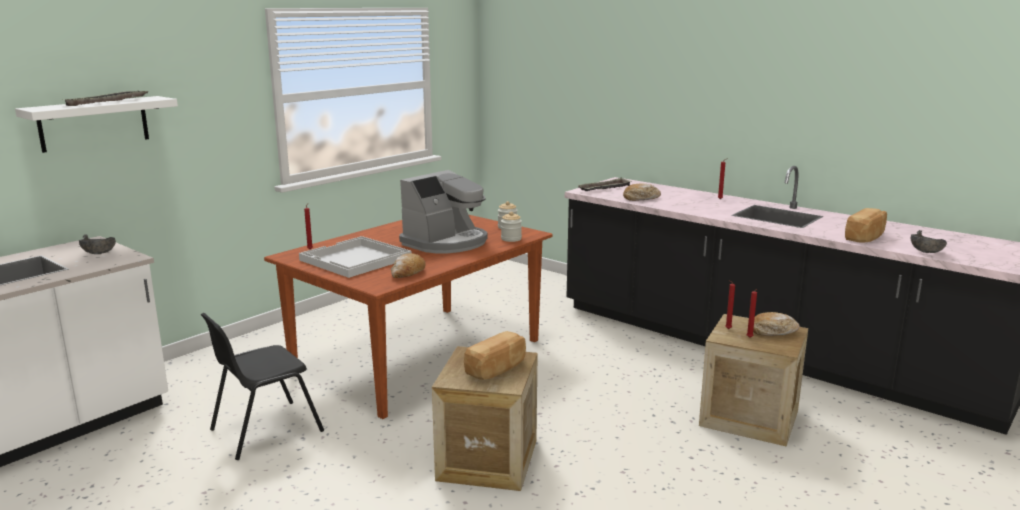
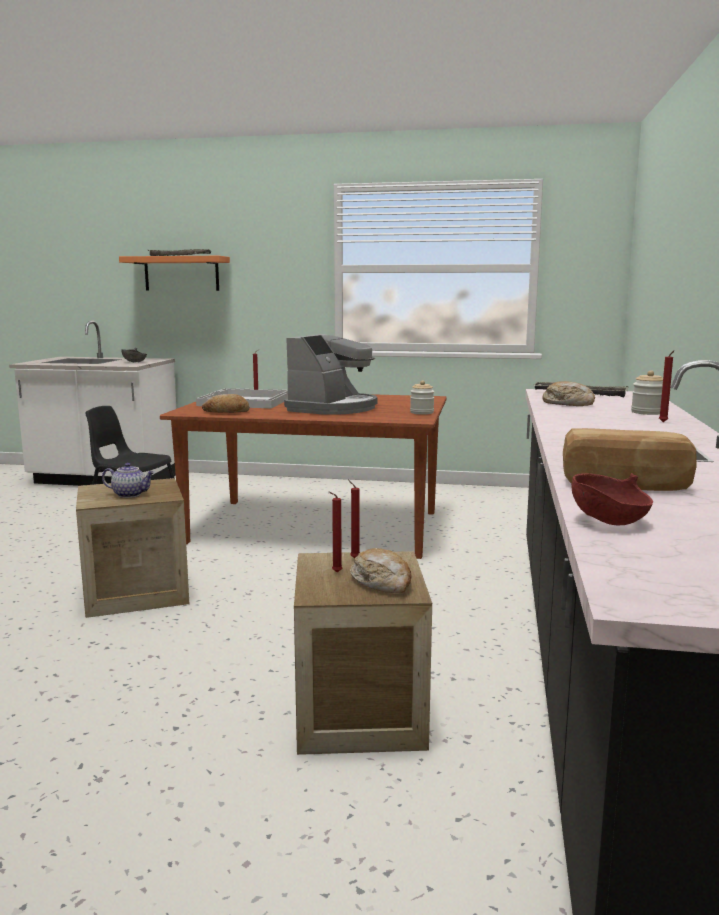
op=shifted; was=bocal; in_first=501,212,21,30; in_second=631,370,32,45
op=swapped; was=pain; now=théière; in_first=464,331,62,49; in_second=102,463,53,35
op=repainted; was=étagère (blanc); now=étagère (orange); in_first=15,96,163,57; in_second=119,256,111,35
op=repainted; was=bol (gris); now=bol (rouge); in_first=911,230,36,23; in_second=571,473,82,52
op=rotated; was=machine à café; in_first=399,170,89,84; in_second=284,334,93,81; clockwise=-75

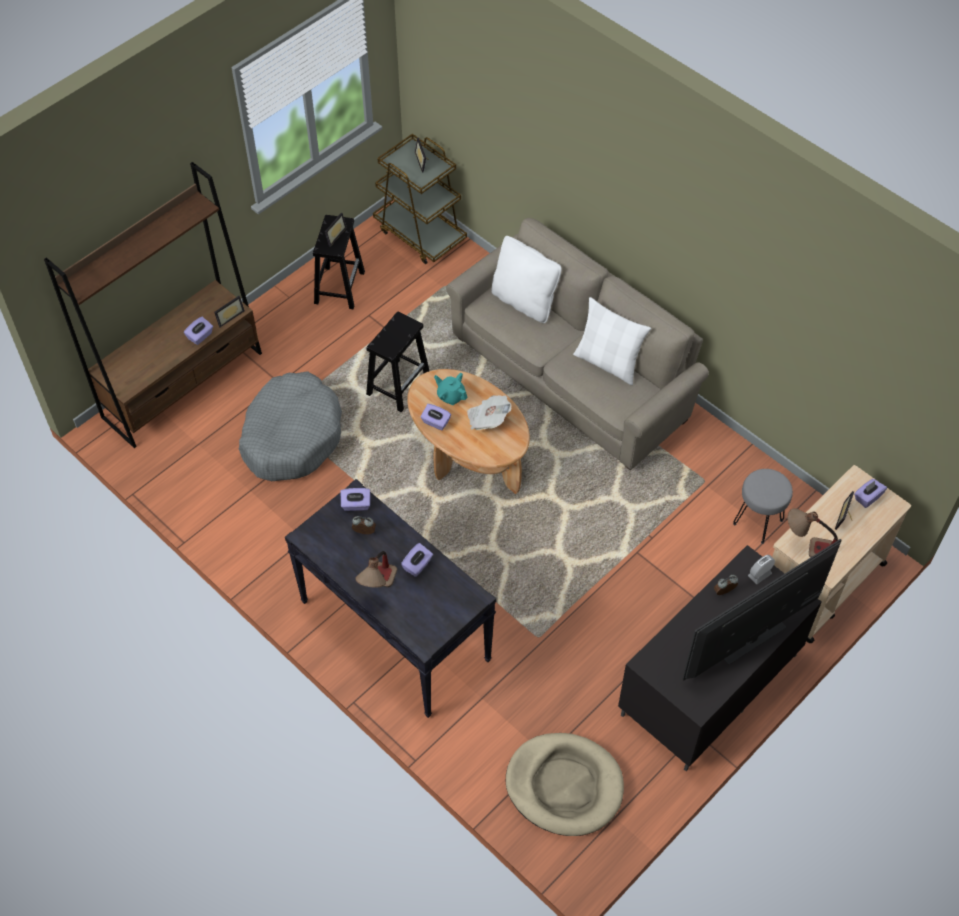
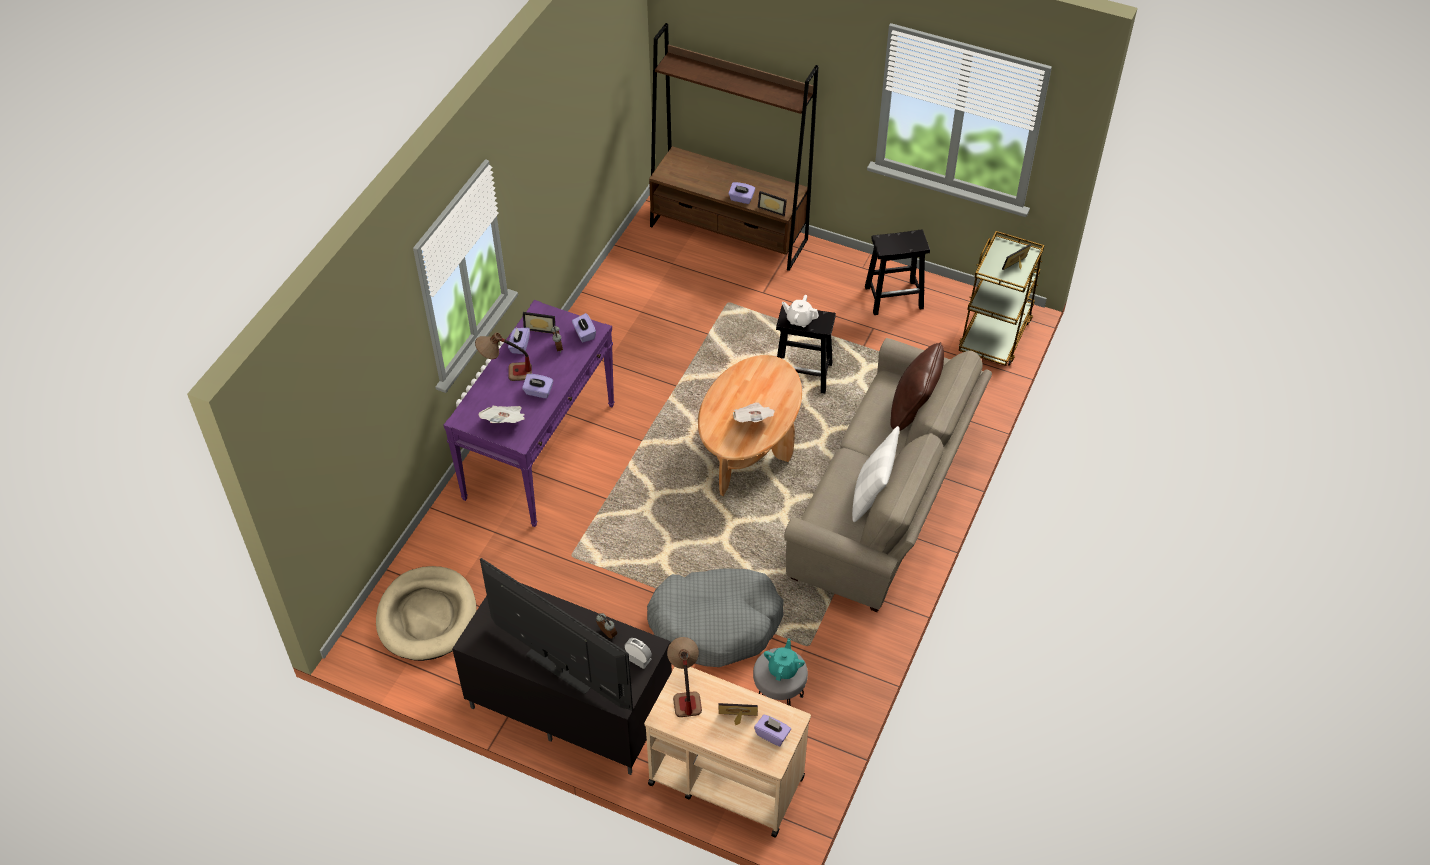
op=new; now=journal; in_second=479,406,46,17
op=new; now=théière (blanc); in_second=782,295,37,32
op=shifted; was=panier pour chien (gris); in_first=239,371,103,110; in_second=647,568,137,99
op=shifted; was=cadre photo; in_first=325,213,22,34; in_second=523,312,32,22
op=shifted; was=boîte à mouchoirs (violet); in_first=420,404,31,26; in_second=508,327,22,27
op=shifted; was=théière (turquoise); in_first=434,373,34,32; in_second=764,638,41,43
op=repainted; was=table console (noir); now=table console (violet); in_first=285,479,211,239; in_second=444,300,171,227
op=repainted; was=coussin (blanc); now=coussin (marron); in_first=491,236,70,87; in_second=890,342,54,89

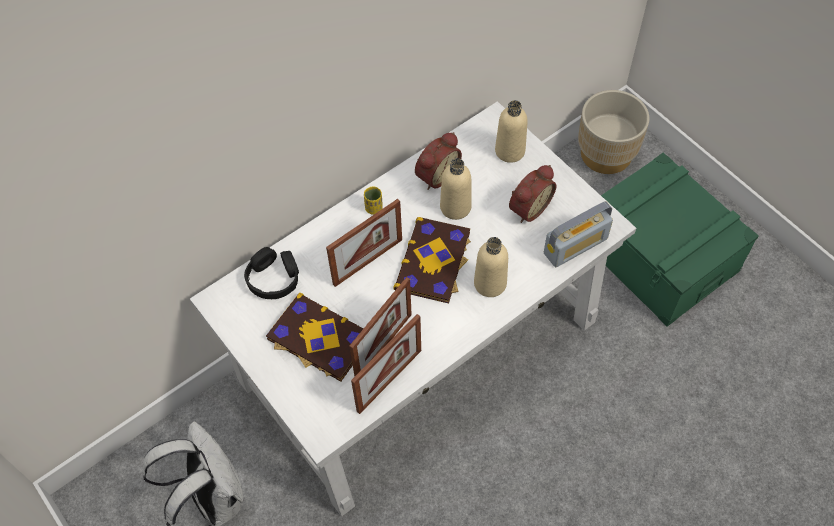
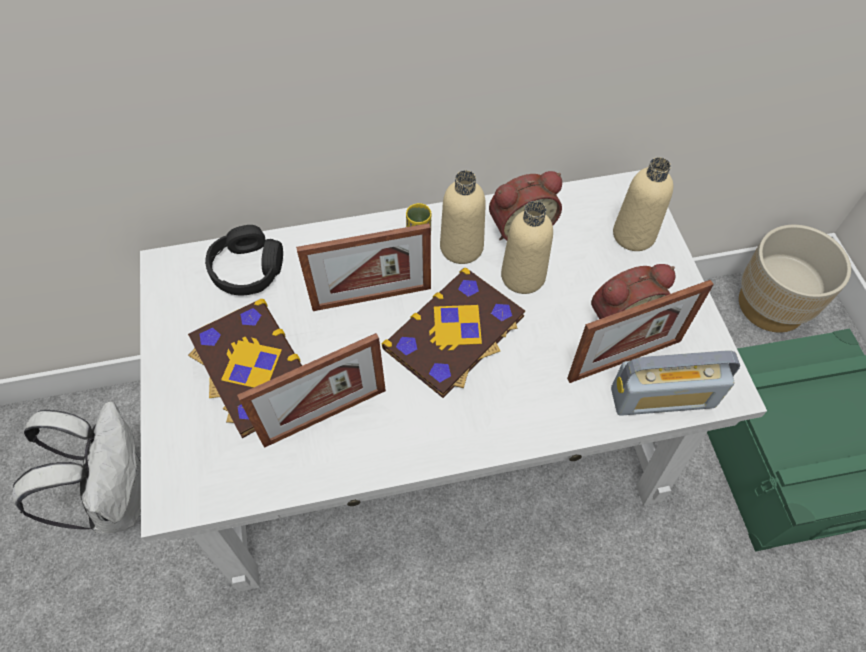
op=shifted; was=cadre photo; in_first=351,314,70,100; in_second=567,280,147,103
op=shifted; was=bouteille (beige); in_first=474,237,34,60; in_second=440,170,46,94

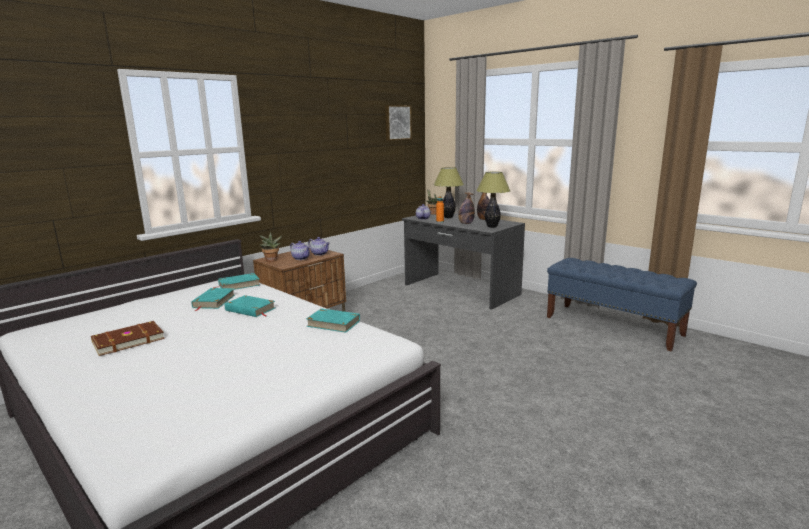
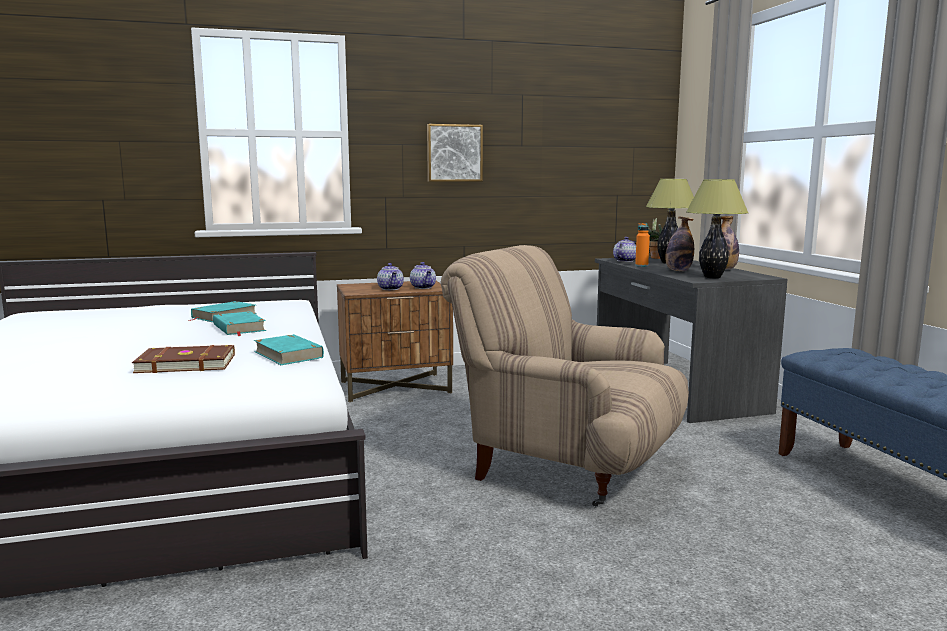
op=gone; was=livre (turquoise); in_first=213,273,47,17
op=gone; was=plante en pot; in_first=259,232,23,30
op=new; now=fauteuil (beige); in_second=440,245,249,262
op=shifted; was=livre (marron); in_first=91,321,74,35; in_second=132,345,103,28
op=shifted; was=tableau; in_first=385,105,27,36; in_second=427,124,56,58

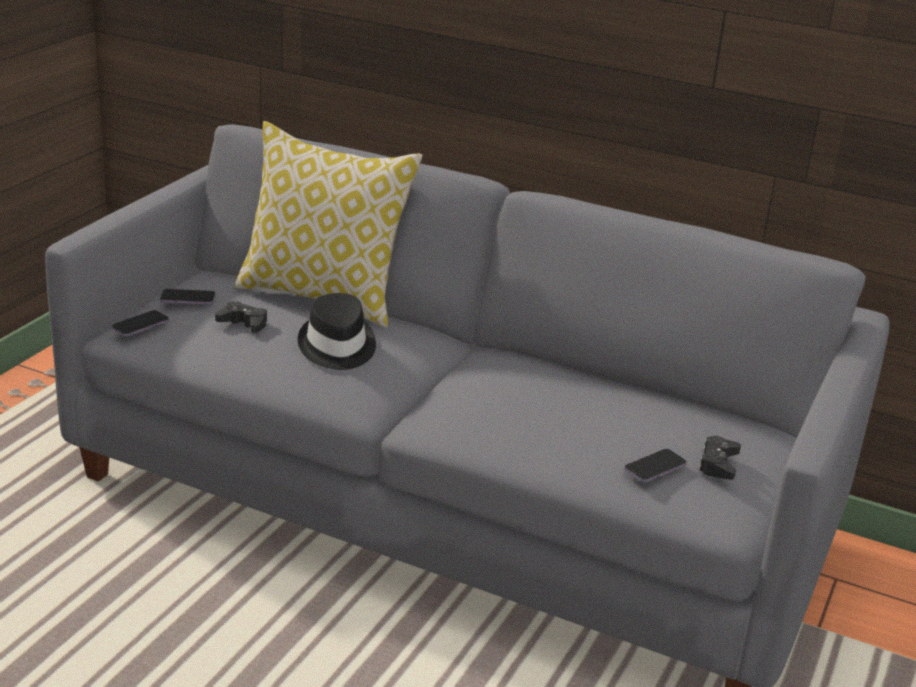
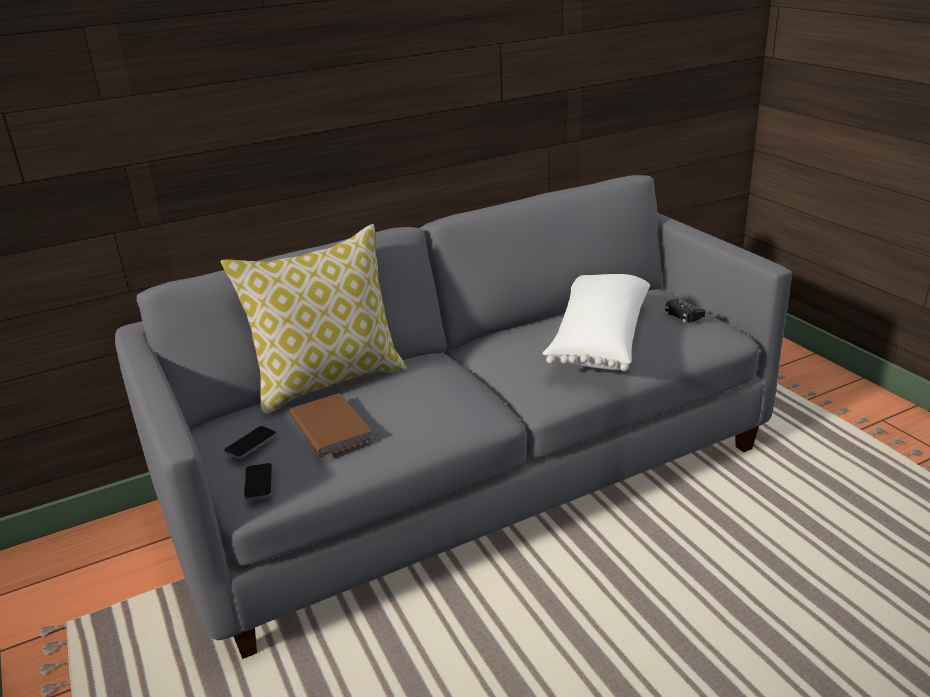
op=gone; was=chapeau (noir); in_first=298,293,78,77
op=gone; was=téléphone; in_first=624,449,63,33
op=new; now=coussin (blanc); in_second=542,274,108,97
op=swapped; was=manette (noir); now=livre (marron); in_first=215,301,52,32; in_second=290,393,83,64

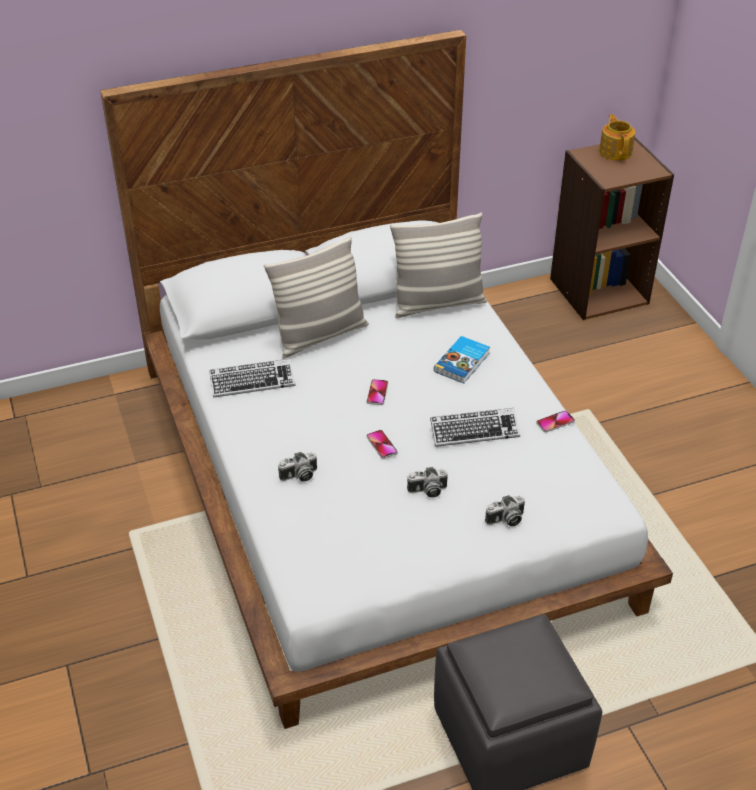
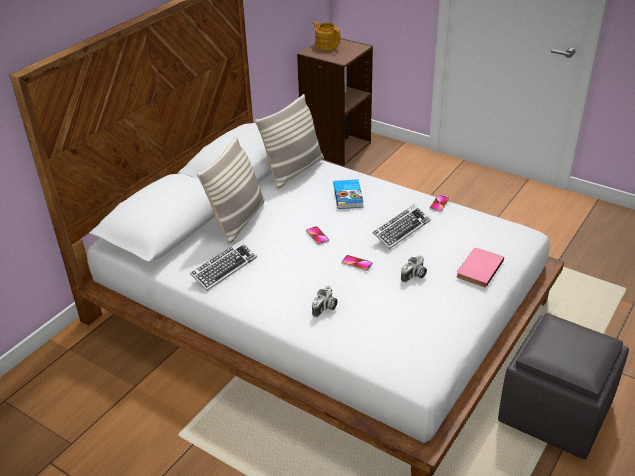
op=swapped; was=appareil photo; now=livre (rose); in_first=485,495,40,31; in_second=457,248,47,40

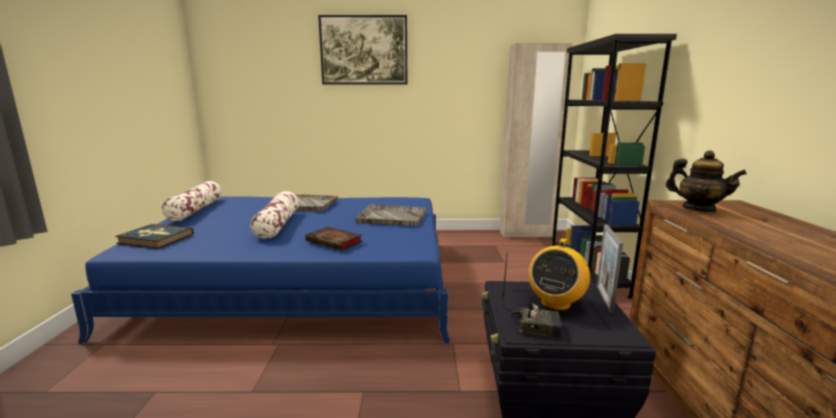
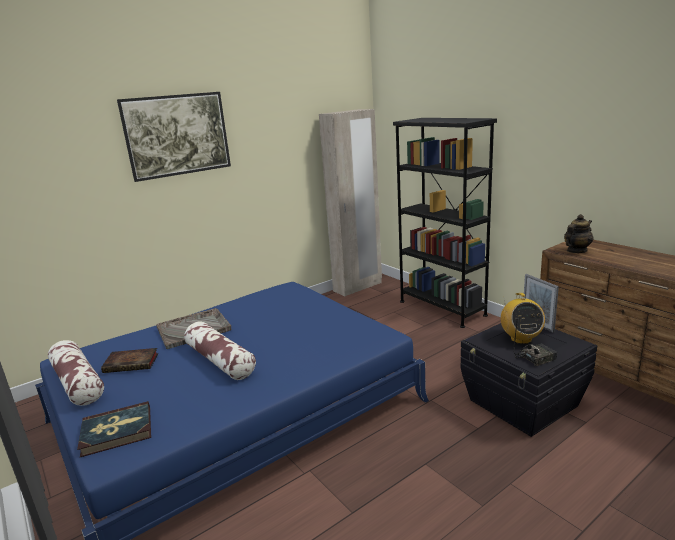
op=gone; was=plateau (gris); in_first=355,204,71,22
op=shifted; was=livre; in_first=306,227,56,24; in_second=101,348,57,25
op=rotated; was=théière; in_first=666,150,81,62; in_second=564,214,29,39; clockwise=-45

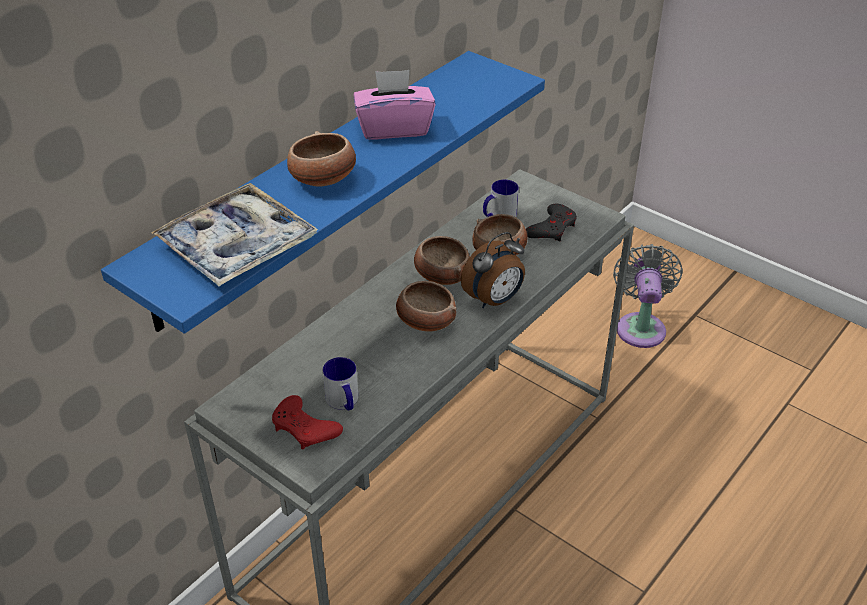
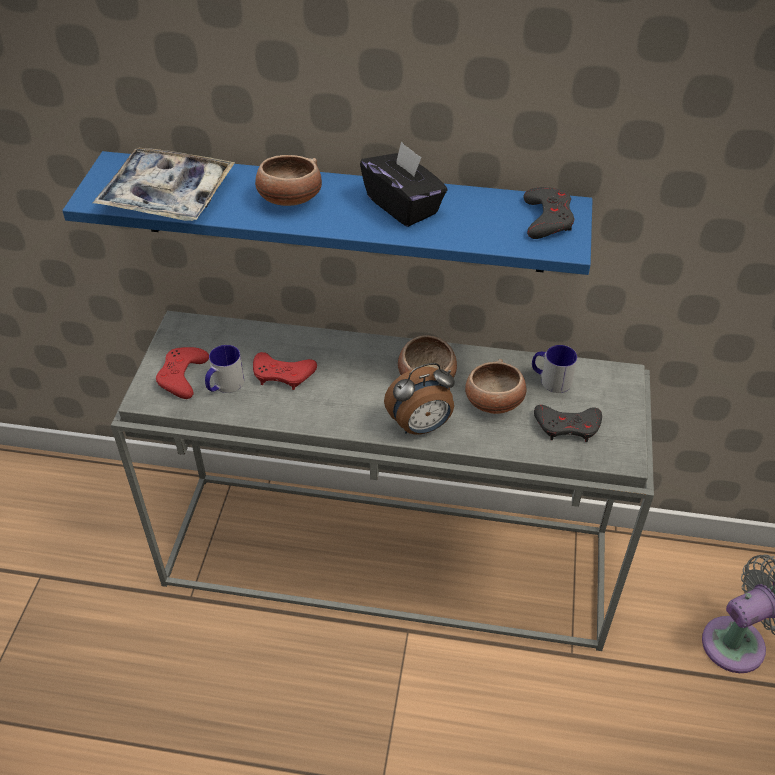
op=gone; was=bol; in_first=396,281,60,51
op=new; now=manette (rouge); in_second=253,352,64,38
op=new; now=manette (gris); in_second=523,187,51,52
op=repainted; was=boîte à mouchoirs (rose); now=boîte à mouchoirs (noir); in_first=353,70,83,69; in_second=360,141,88,86
op=rotated; was=réveil; in_first=461,232,64,76; in_second=384,363,71,71; clockwise=-45

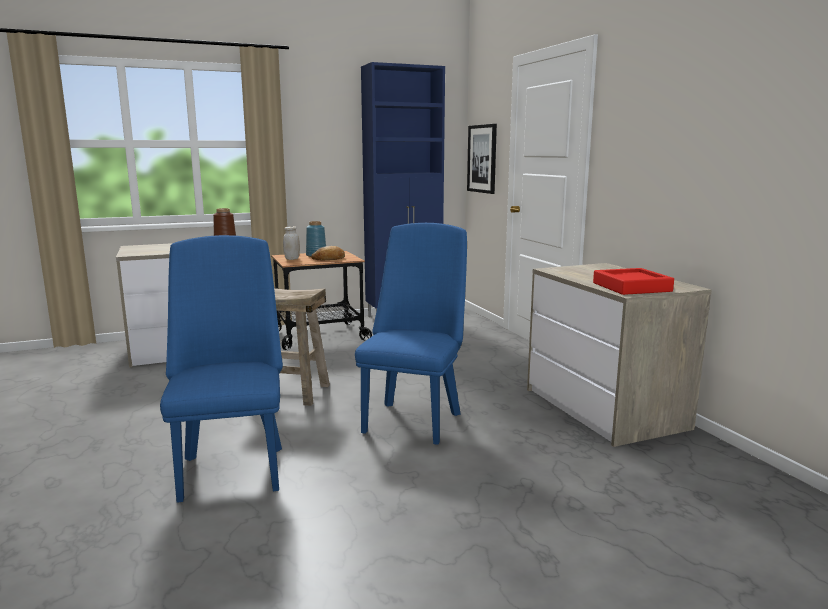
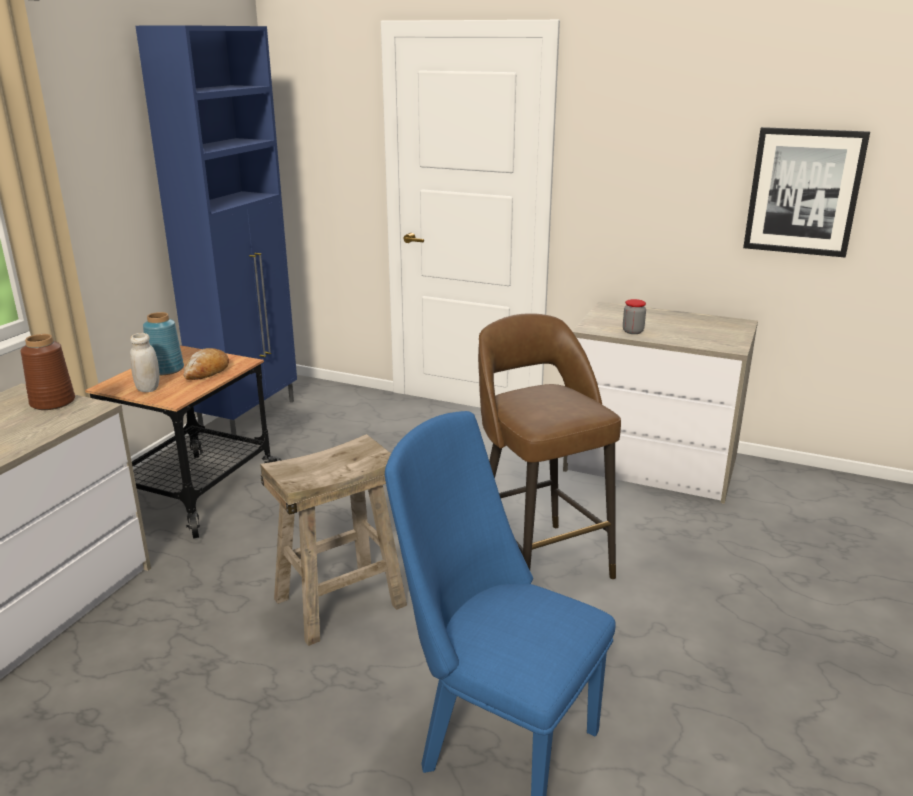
op=gone; was=plateau (rouge); in_first=593,268,81,27
op=new; now=bocal; in_second=623,299,23,35
op=shifted; was=tableau; in_first=467,124,30,70; in_second=743,127,127,130
op=swapped; was=chaise (bleu); now=tabouret (marron); in_first=355,223,112,222; in_second=478,313,143,266

